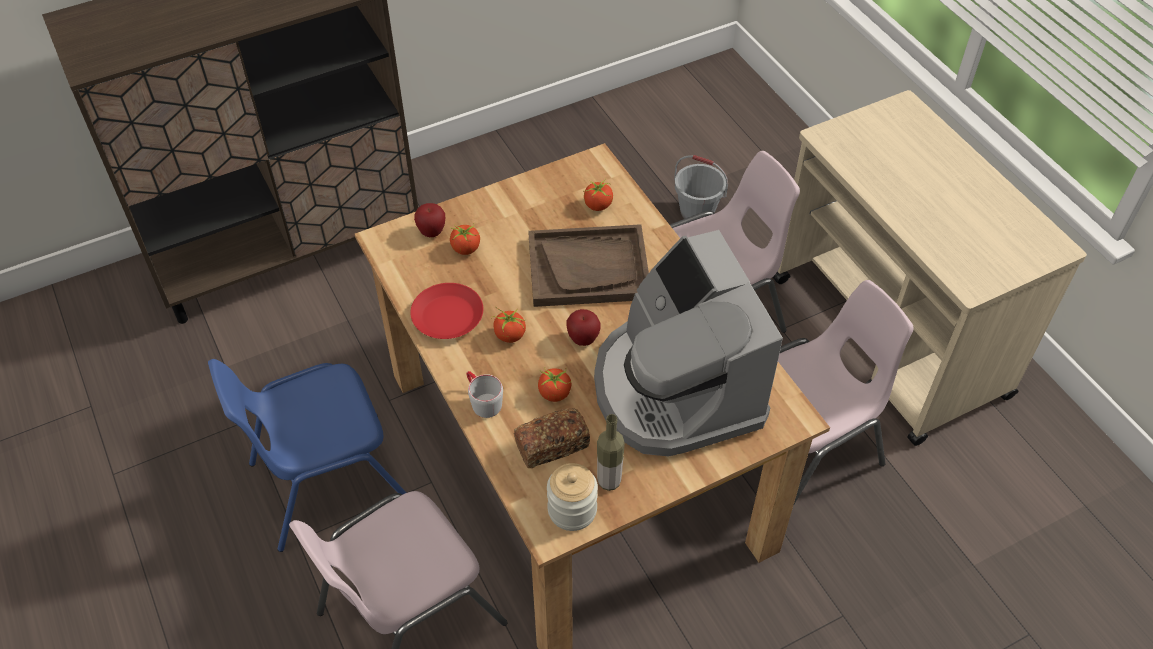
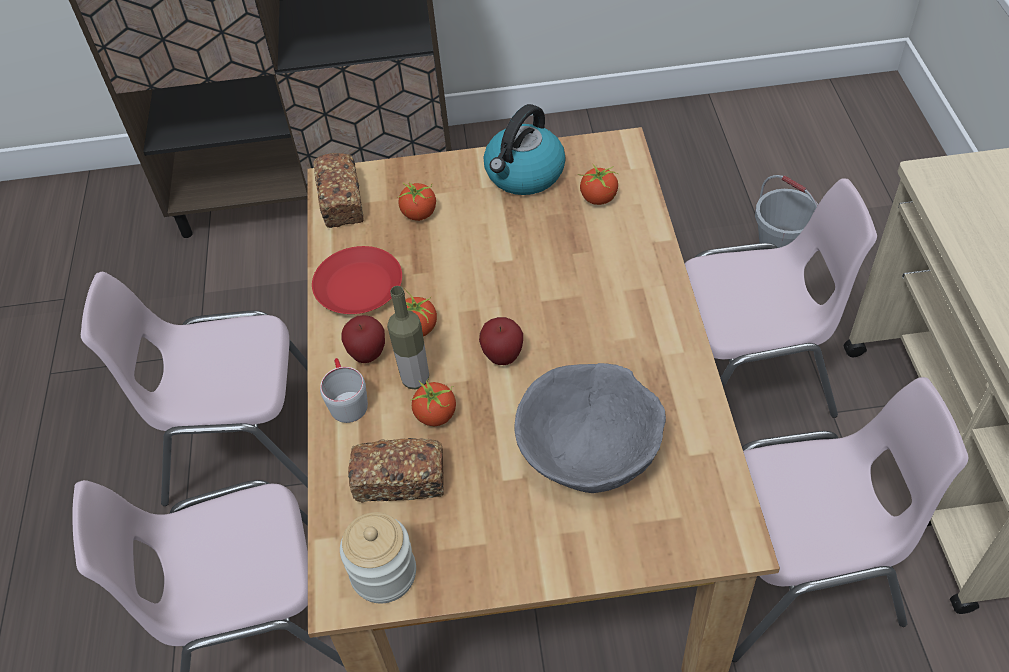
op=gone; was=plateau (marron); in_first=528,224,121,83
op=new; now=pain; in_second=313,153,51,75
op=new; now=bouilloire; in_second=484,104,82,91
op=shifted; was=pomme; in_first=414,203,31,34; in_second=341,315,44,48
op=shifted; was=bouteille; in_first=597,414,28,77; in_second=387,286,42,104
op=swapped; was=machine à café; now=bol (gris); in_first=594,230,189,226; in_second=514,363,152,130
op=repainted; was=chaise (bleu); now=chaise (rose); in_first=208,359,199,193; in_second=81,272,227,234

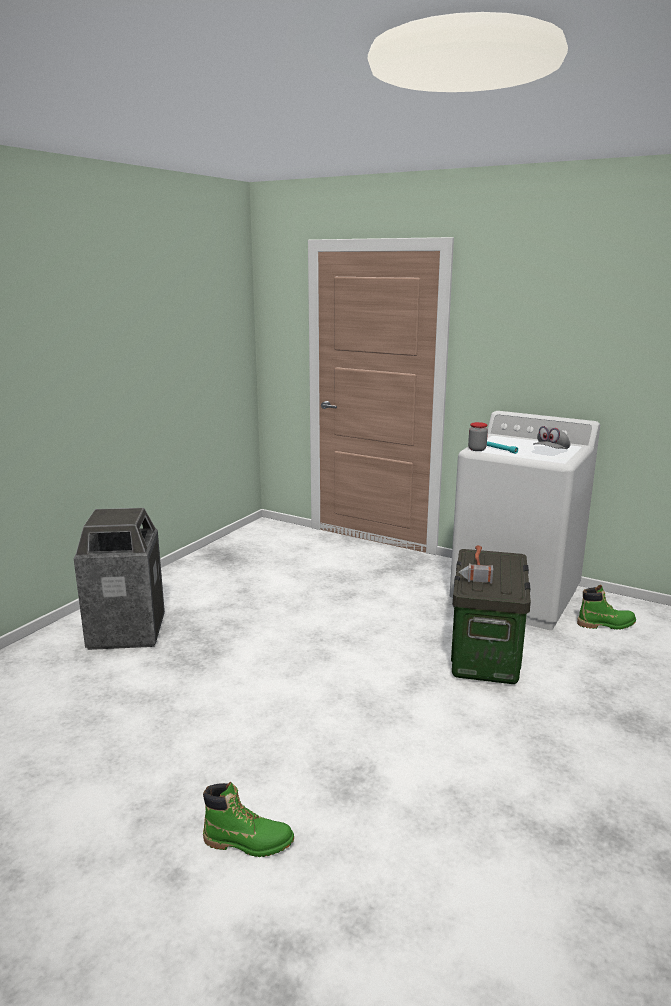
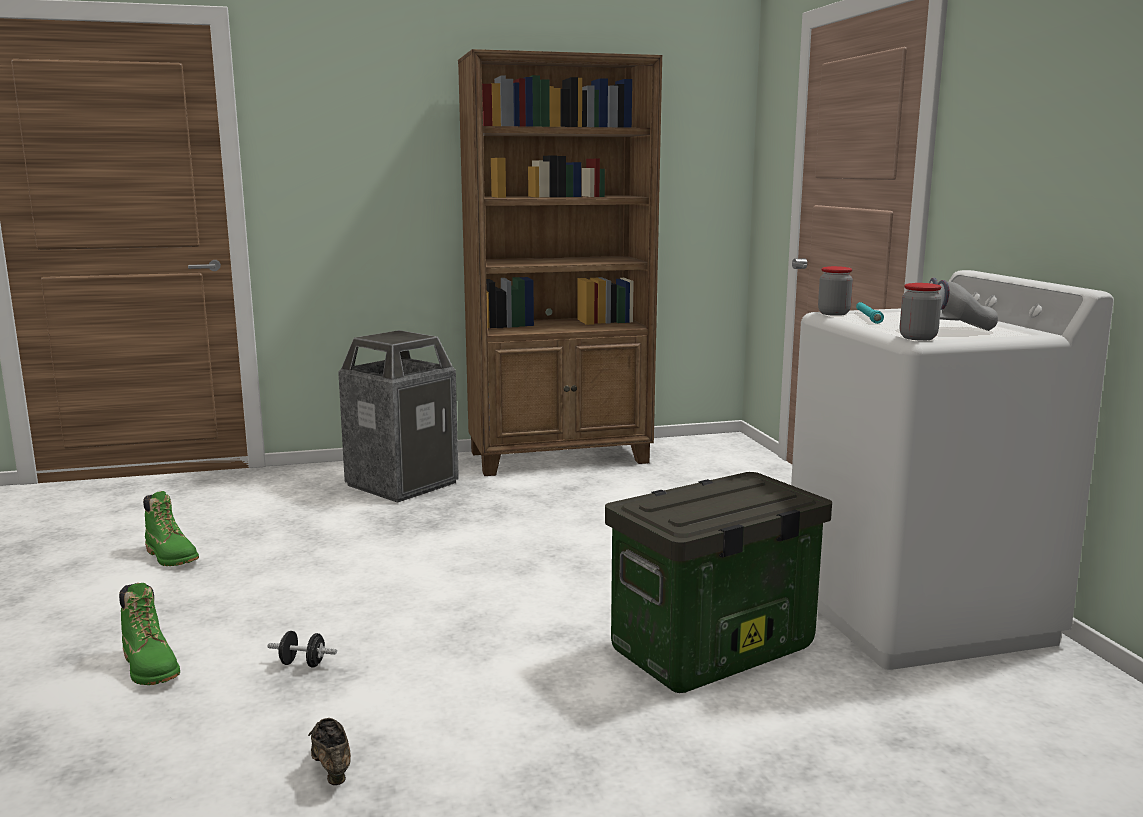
op=gone; was=marteau; in_first=459,545,34,39
op=new; now=haltère (noir); in_second=268,631,69,37
op=new; now=chaussure (marron); in_second=308,718,43,67
op=new; now=bibliothèque (marron); in_second=458,49,204,427
op=new; now=bocal; in_second=900,283,42,58
op=shifted; was=botte (vert); in_first=577,585,59,45; in_second=143,491,56,75

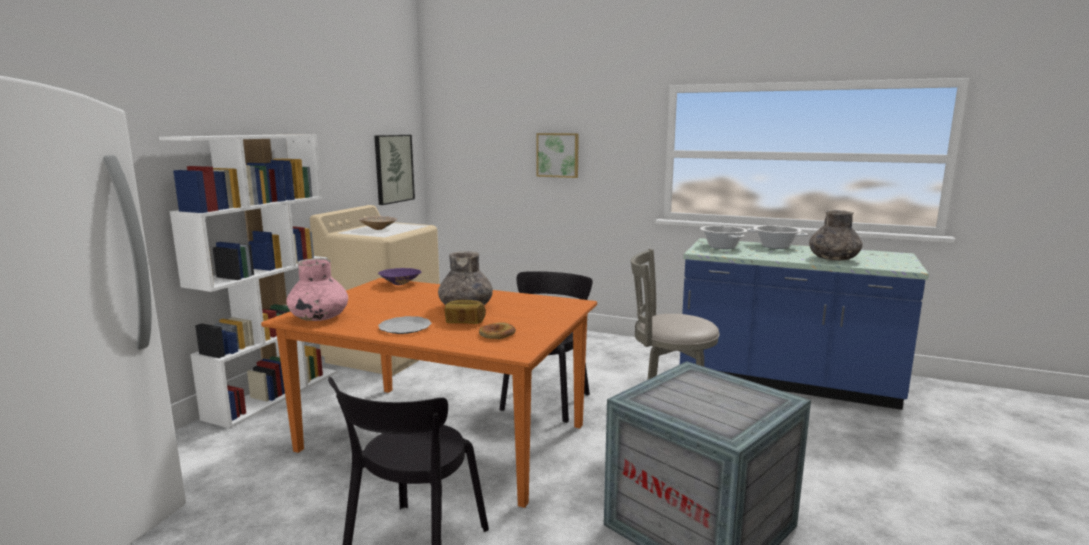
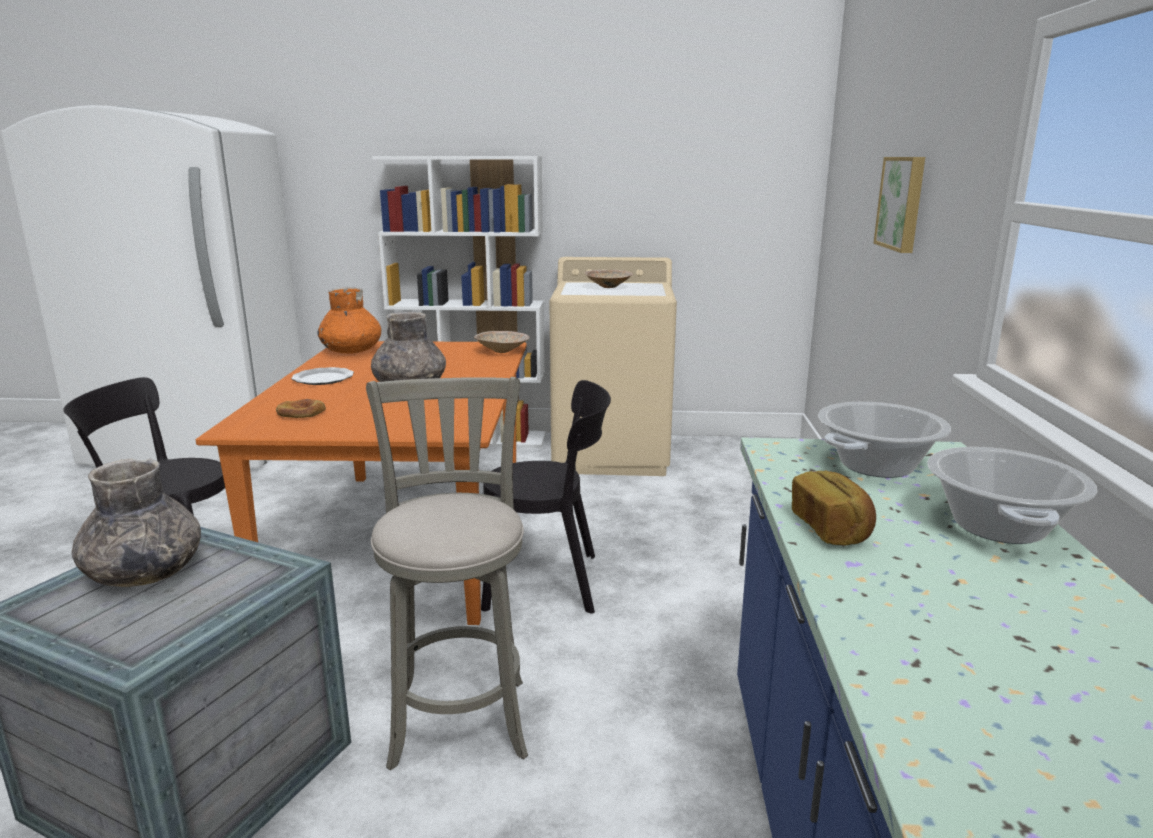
op=gone; was=tableau; in_first=374,135,41,70
op=shifted; was=pain; in_first=445,300,41,24; in_second=792,470,84,75
op=shifted; was=vase (gris); in_first=809,210,54,51; in_second=71,459,130,128
op=repainted; was=vase (rose); now=vase (orange); in_first=286,258,62,63; in_second=318,287,63,66
op=repainted; was=bol (violet); now=bol (beige); in_first=378,268,43,17; in_second=474,331,56,22

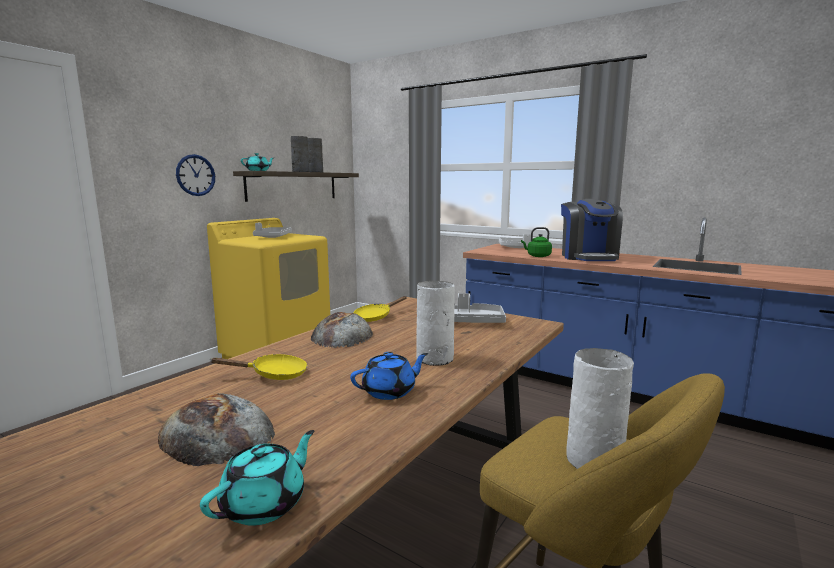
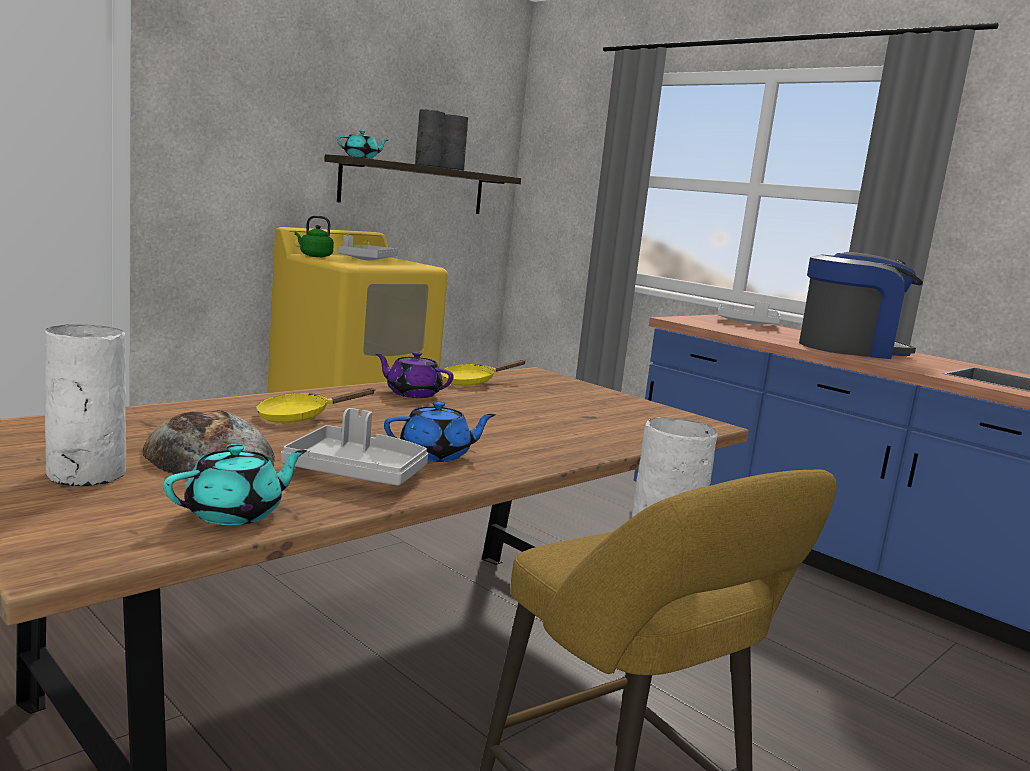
op=gone; was=horloge murale; in_first=176,154,39,42
op=shifted; was=vase (blanc); in_first=416,281,39,85; in_second=45,324,81,162
op=shifted; was=plateau (gris); in_first=454,293,52,30; in_second=281,408,147,78
op=shifted; was=bouilloire (vert); in_first=521,227,31,30; in_second=295,216,39,41
op=swapped; was=pain; now=théière (violet); in_first=310,312,63,36; in_second=376,352,78,46
op=rotated; was=poêle (jaune); in_first=211,354,96,26; in_second=256,388,120,35; clockwise=150
op=rotated; was=machine à café; in_first=561,199,62,62; in_second=799,252,124,107; clockwise=-105

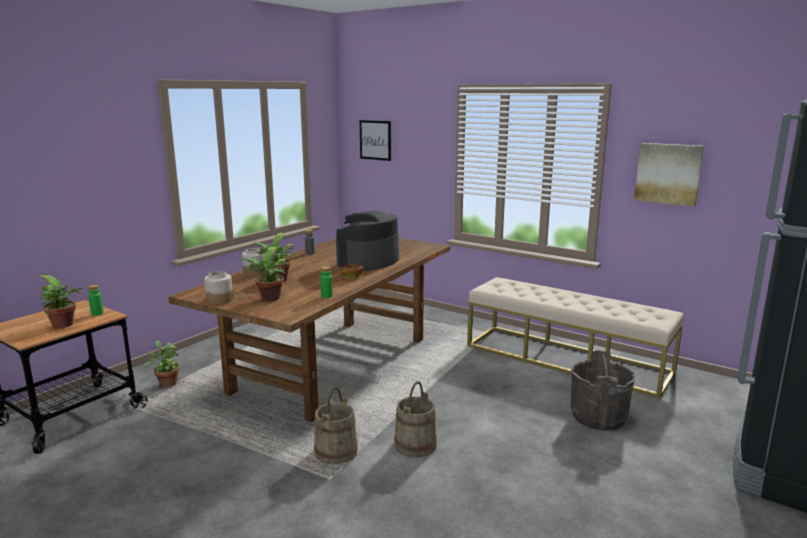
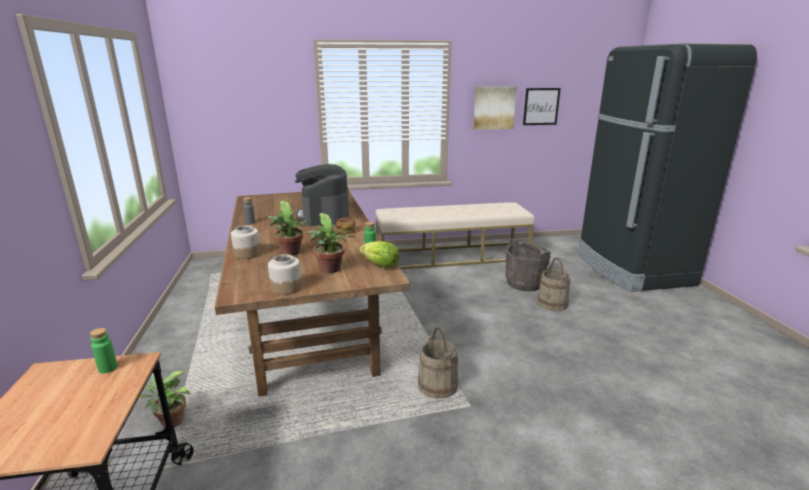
op=gone; was=plante en pot; in_first=39,275,43,53
op=new; now=laitue; in_second=360,241,40,27
op=shifted; was=tableau; in_first=360,120,31,41; in_second=523,88,38,37
op=shifted; was=seau (beige); in_first=394,381,43,76; in_second=537,258,33,53

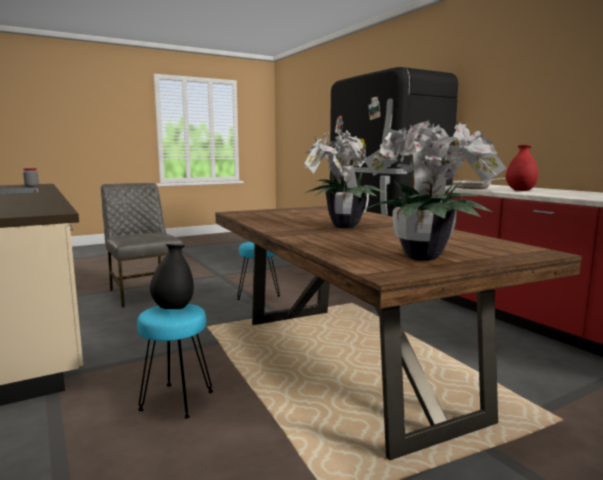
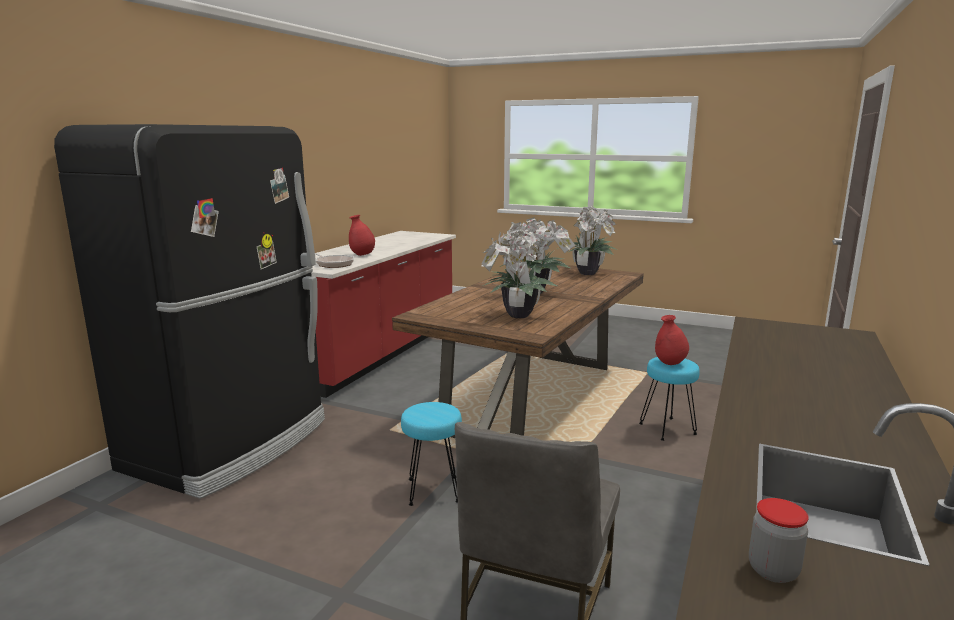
op=new; now=plante en pot; in_second=481,229,76,89
op=repainted; was=vase (noir); now=vase (rouge); in_first=150,244,44,65; in_second=655,315,34,50

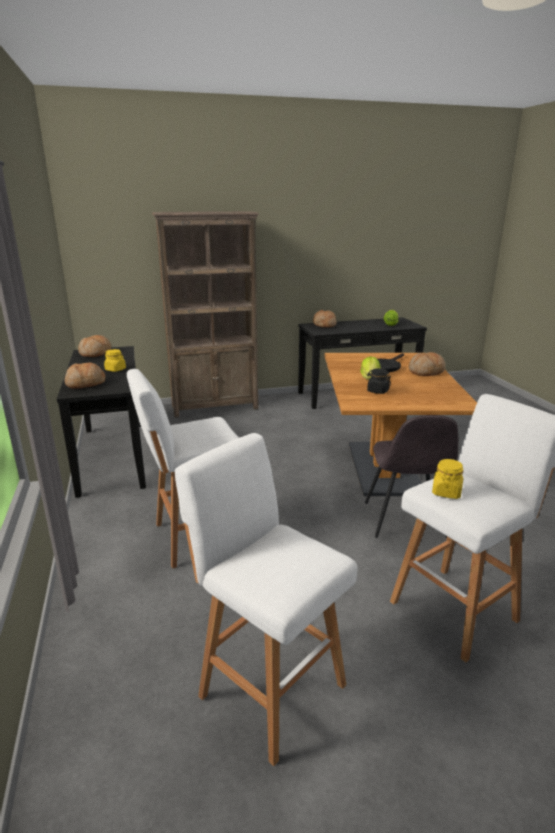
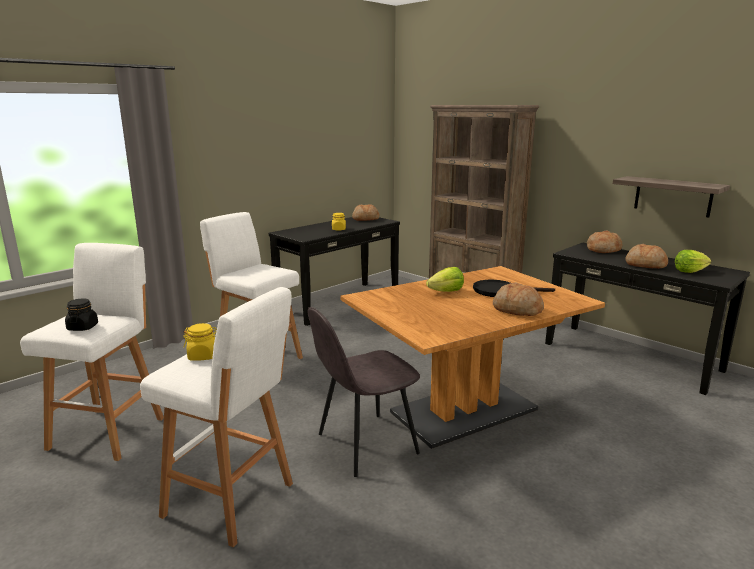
op=new; now=étagère; in_second=613,176,117,41
op=shifted; was=pain; in_first=64,363,41,26; in_second=625,244,43,25
op=shifted; was=bocal (noir); in_first=367,368,24,26; in_second=65,298,33,33

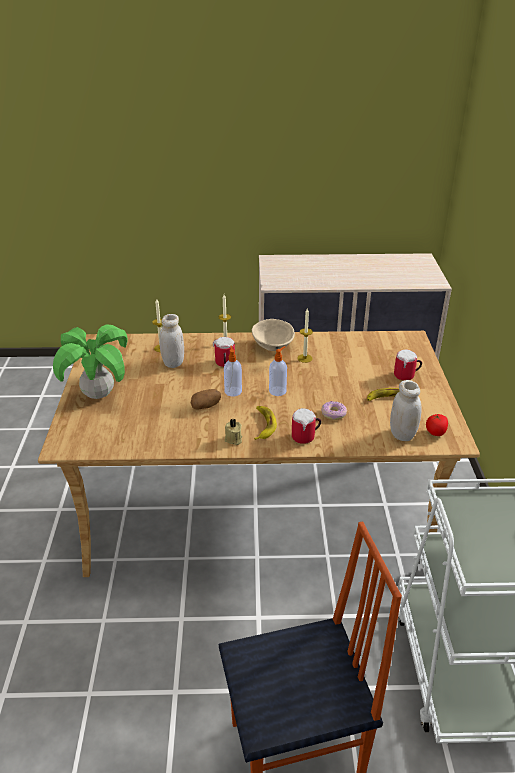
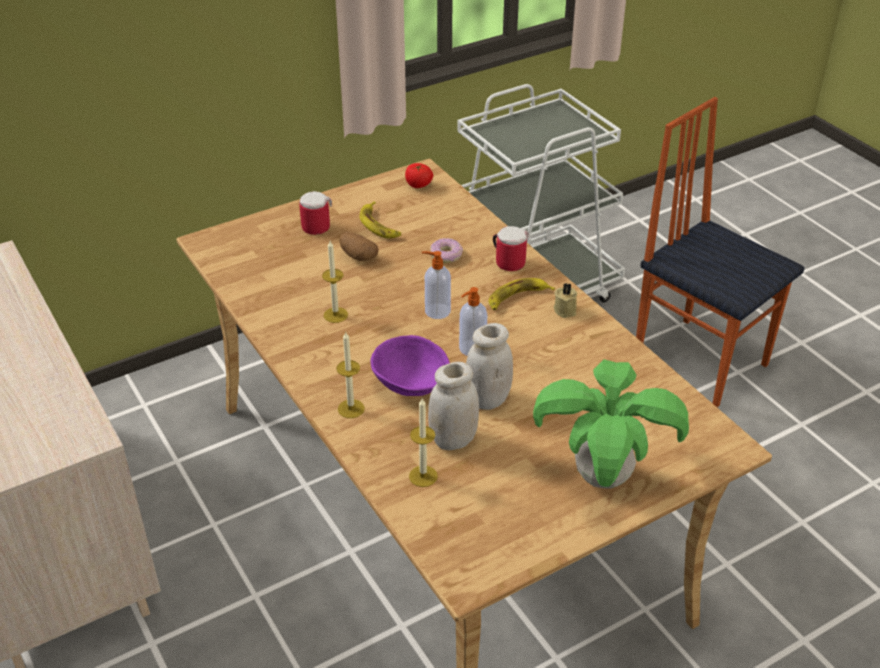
op=gone; was=bol (beige); in_first=252,319,43,32
op=shifted; was=pomme de terre; in_first=191,389,30,21; in_second=340,232,39,29
op=shifted; was=bocal (blanc); in_first=390,380,32,61; in_second=466,323,47,87
op=swapped; was=mug; now=bol (violet); in_first=213,337,22,30; in_second=371,335,79,61

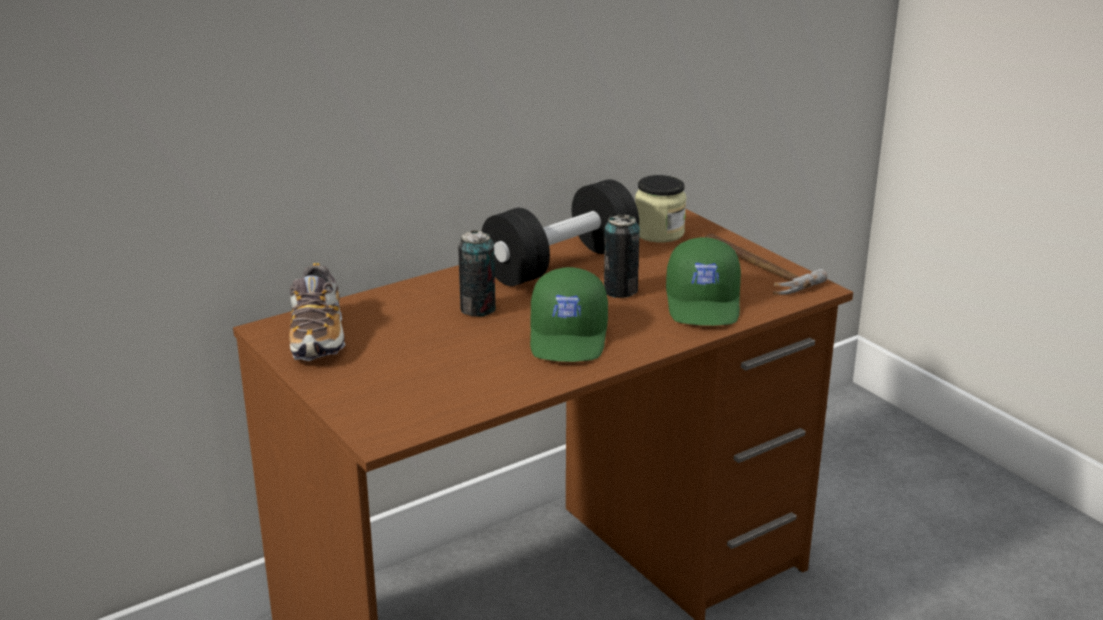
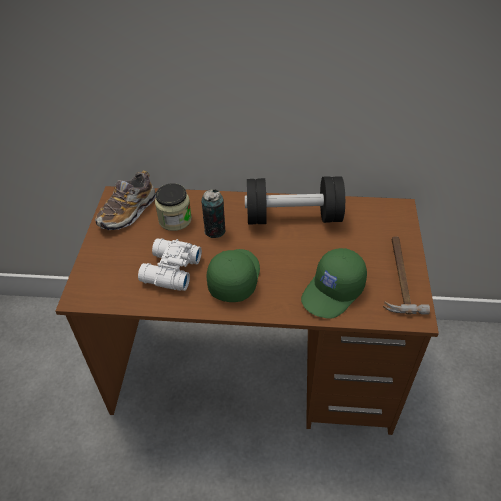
op=gone; was=boîte métallique; in_first=604,214,36,84
op=new; now=jumelles (blanc); in_second=138,238,64,53
op=shifted; was=bocal; in_first=635,175,51,67; in_second=155,183,37,48
op=rotated; was=casquette (vert); in_first=530,267,78,95; in_second=207,249,53,53; clockwise=150

